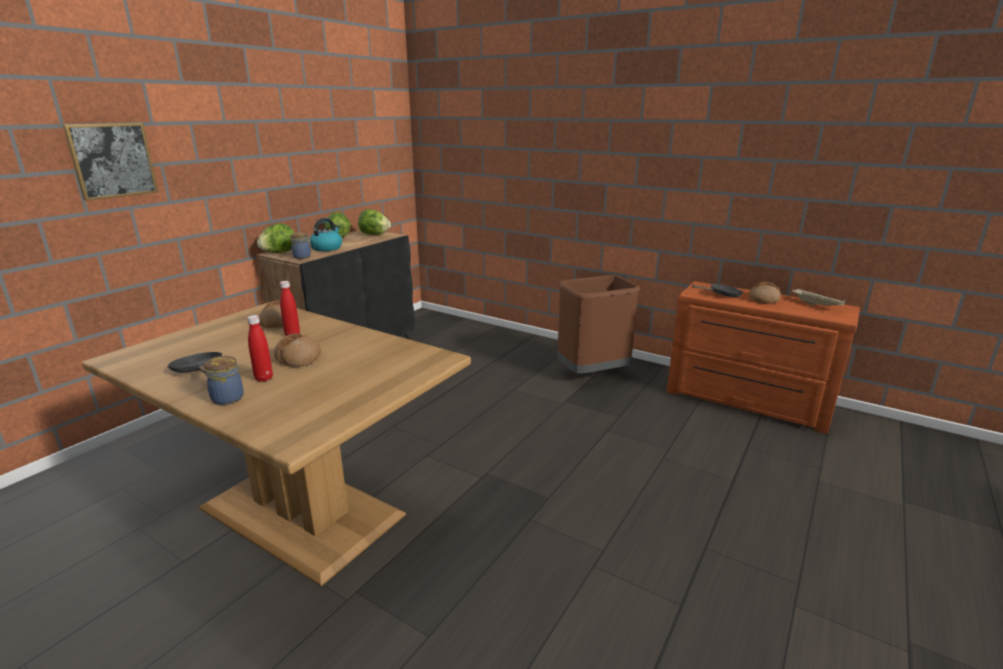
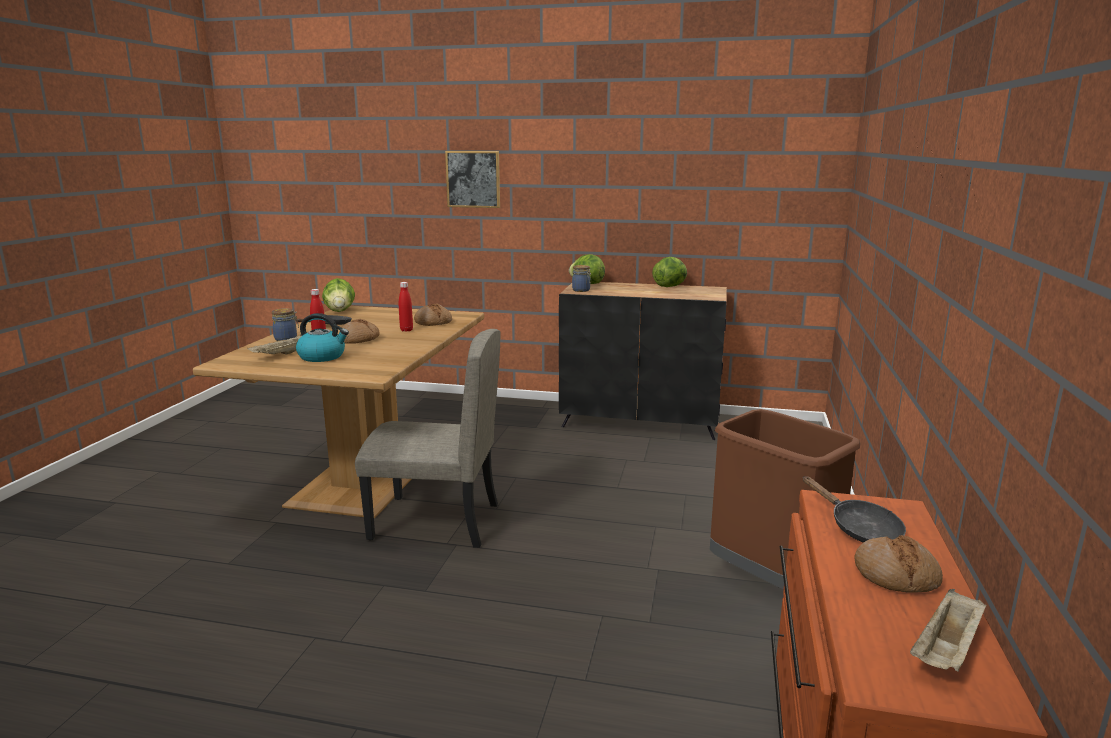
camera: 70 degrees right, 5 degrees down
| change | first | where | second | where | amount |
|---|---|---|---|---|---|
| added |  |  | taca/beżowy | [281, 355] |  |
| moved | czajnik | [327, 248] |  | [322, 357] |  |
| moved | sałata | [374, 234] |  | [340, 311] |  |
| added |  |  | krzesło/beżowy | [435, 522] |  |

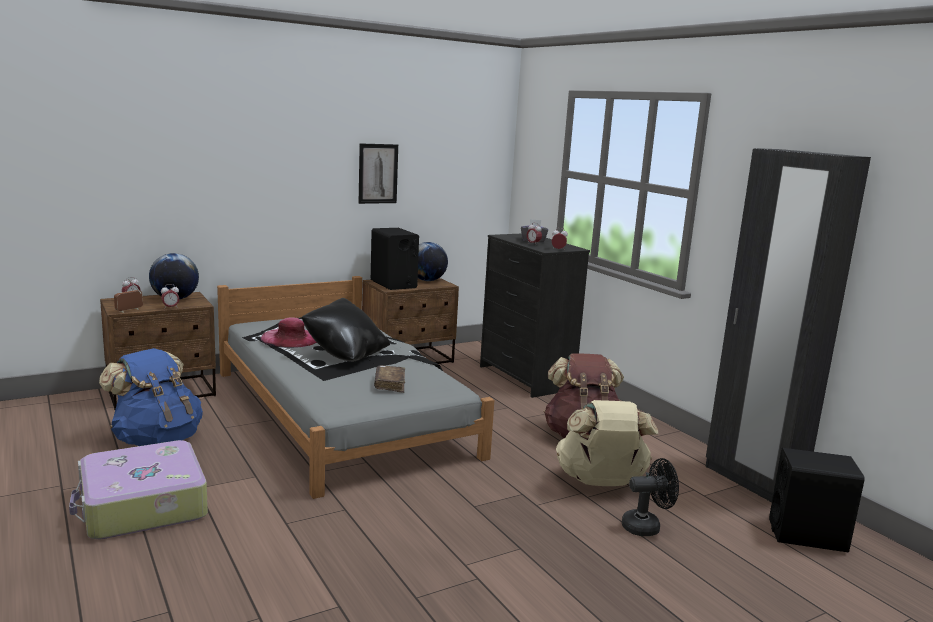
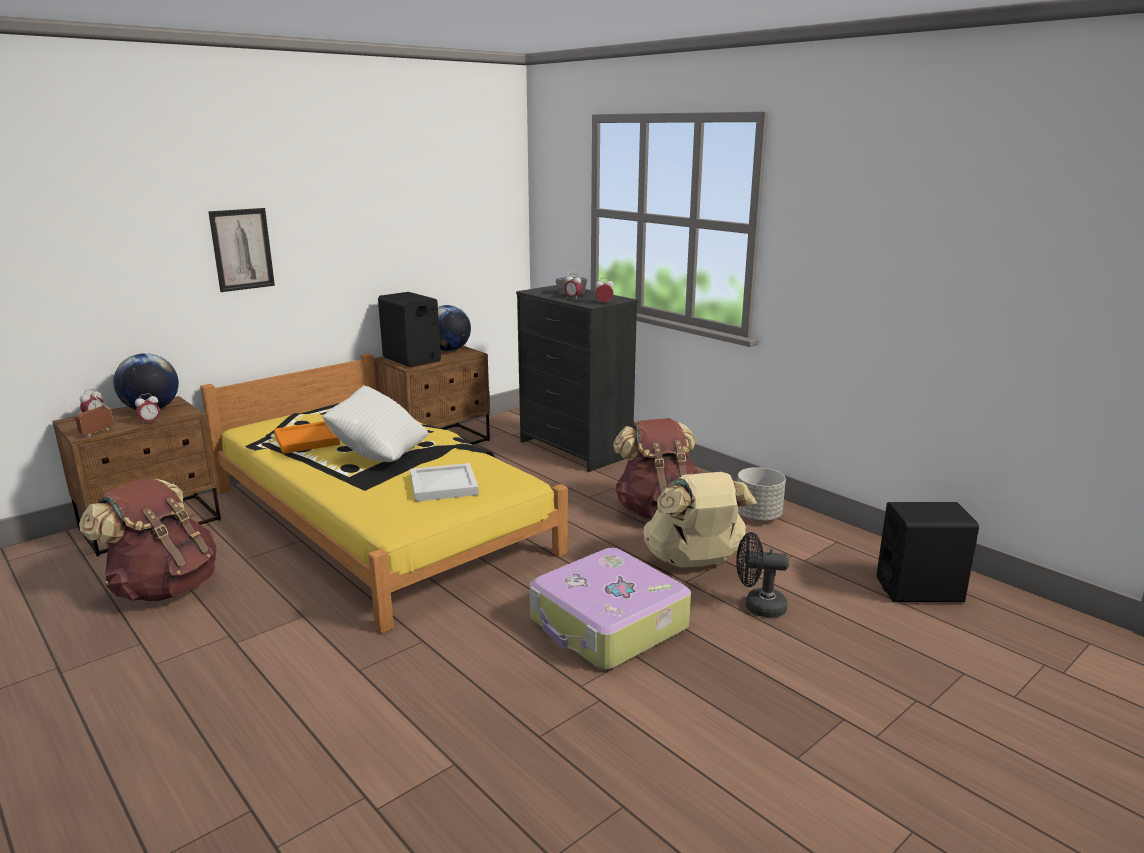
camera: 10 degrees left, 5 degrees up
| change | first | where | second | where | amount |
|---|---|---|---|---|---|
| recoloured | plecak/niebieski | [157, 440] | plecak/brązowy | [164, 588] |  |
| recoloured | łóżko/szary | [340, 412] | łóżko/żółty | [378, 519] |  |
| moved | obraz | [378, 173] |  | [242, 249] |  |
| replaced | kapelusz/różowy | [291, 338] | taca/pomarańczowy | [306, 440] |  |
| recoloured | poduszka/czarny | [345, 355] | poduszka/biały | [378, 453] |  |
| replaced | książka/brązowy | [390, 384] | taca/biały | [444, 485] |  |
| moved | walizka | [142, 505] |  | [607, 625] |  |
| turned | wentylator/czarny | [646, 526] |  | [758, 606] | 150 degrees counterclockwise |
| added |  |  | donica/szary | [758, 516] |  |
| removed | szafa/czarny | [752, 482] |  |  |  |

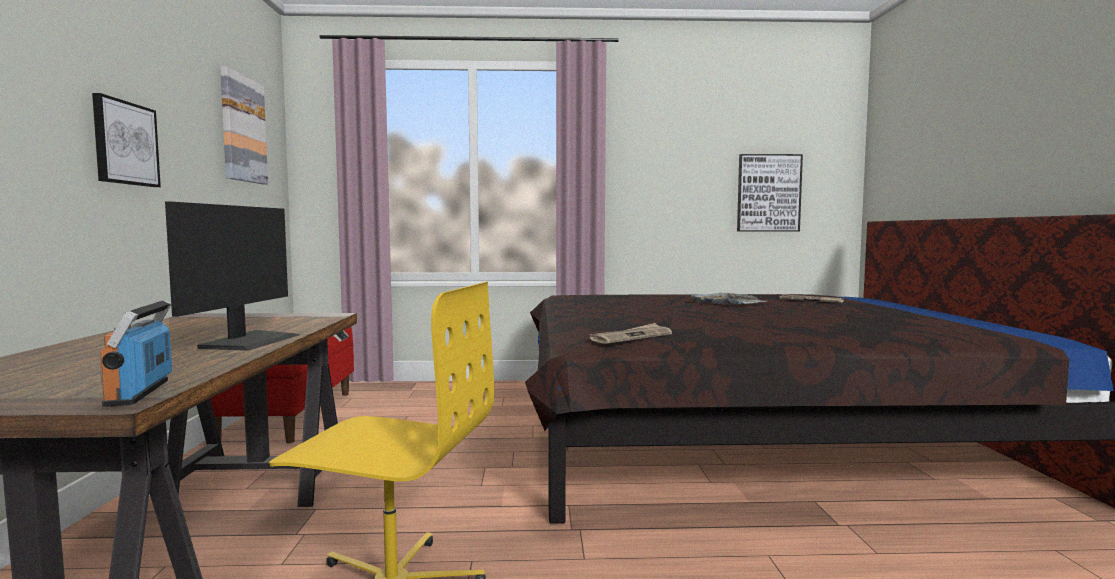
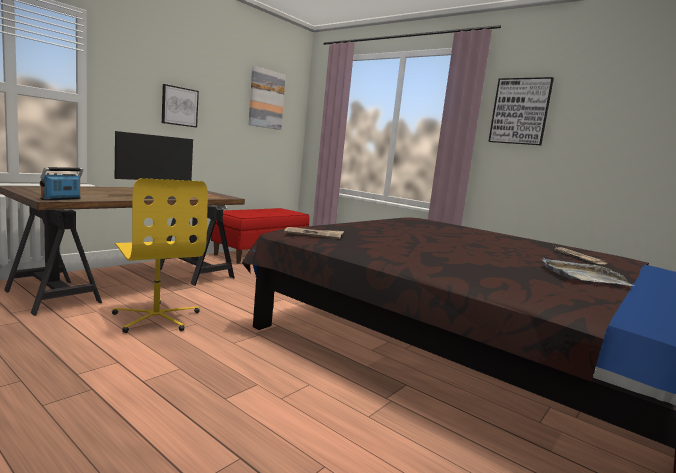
camera: 40 degrees right, 5 degrees up
| change | first | where | second | where | amount |
|---|---|---|---|---|---|
| moved | obraz | [768, 193] |  | [520, 111] |  |
| moved | taca/szary | [728, 303] |  | [583, 276] |  |

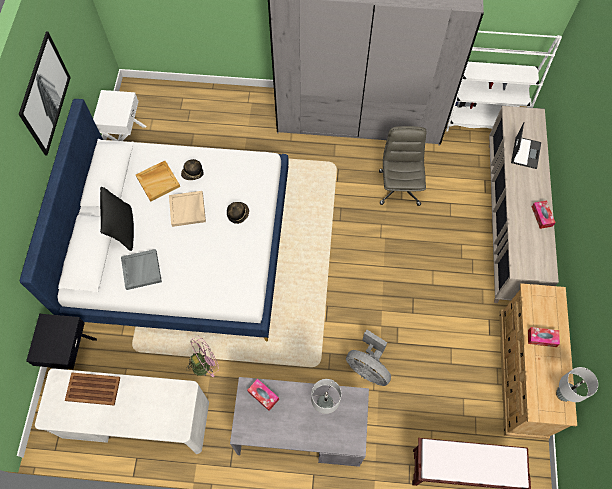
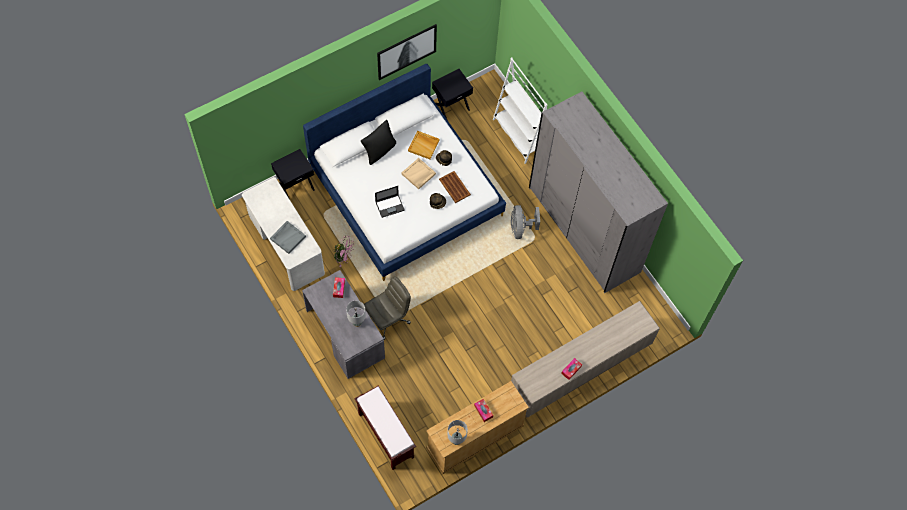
camera: 50 degrees right, 0 degrees up
| change | first | where | second | where | amount |
|---|---|---|---|---|---|
| moved | taca/szary | [141, 270] |  | [288, 237] |  |
| moved | krzesło biurowe/szary | [399, 187] |  | [388, 318] |  |
| moved | laptop | [525, 152] |  | [390, 205] |  |
| recoloured | szafka nocna/biały | [126, 139] | szafka nocna/czarny | [451, 106] |  |
| moved | taca/brązowy | [93, 389] |  | [454, 187] |  |
| moved | regał/biały | [482, 119] |  | [520, 134] |  |
| moved | wentylator/szary | [368, 367] |  | [521, 228] |  |

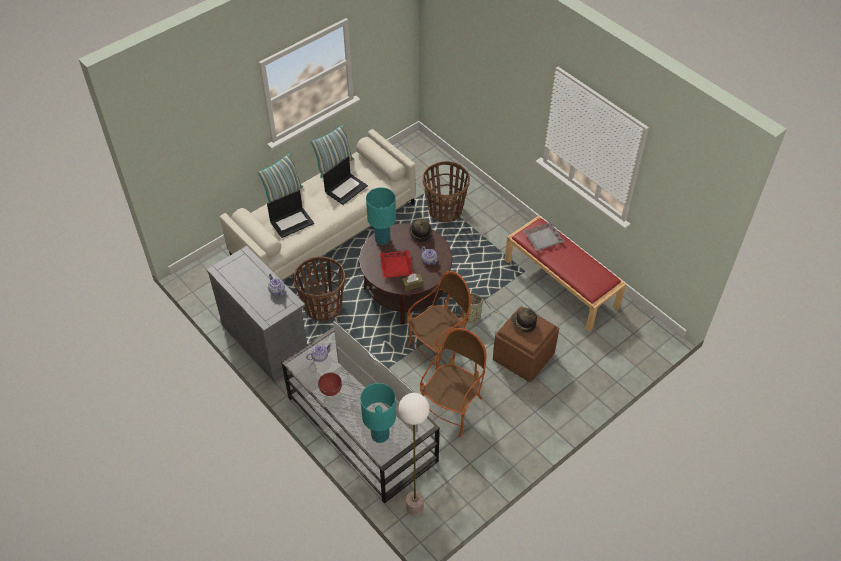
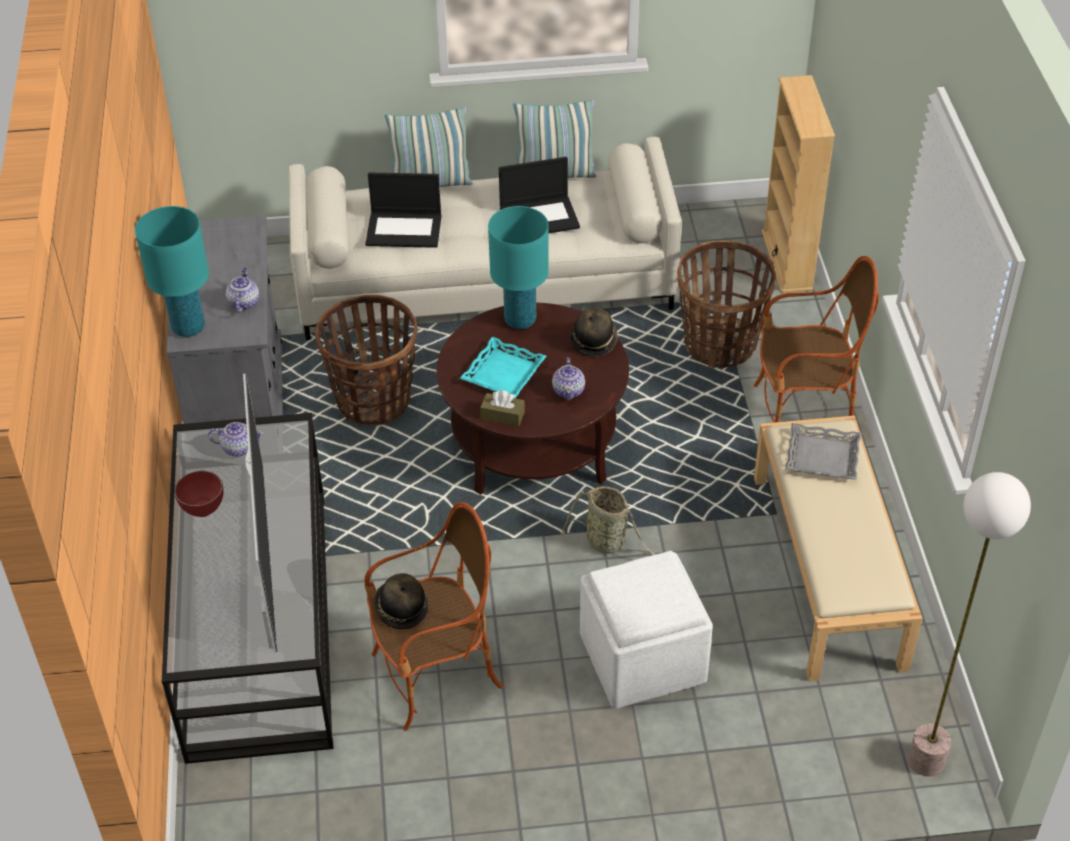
camera: 35 degrees right, 5 degrees down
| change | first | where | second | where | amount |
|---|---|---|---|---|---|
| moved | lampa stołowa/turkusowy | [380, 436] |  | [188, 327] |  |
| moved | kapelusz | [523, 324] |  | [400, 609] |  |
| recoloured | taca/czerwony | [396, 266] | taca/turkusowy | [504, 373] |  |
| recoloured | pufa/brązowy | [523, 357] | pufa/biały | [642, 659] |  |
| moved | fotel | [438, 350] |  | [803, 414] |  |
| recoloured | ławka/czerwony | [562, 284] | ławka/beżowy | [829, 571] |  |
| added |  |  | regał/beżowy | [787, 260] |  |
| moved | lampa stojąca | [414, 508] |  | [926, 761] |  |

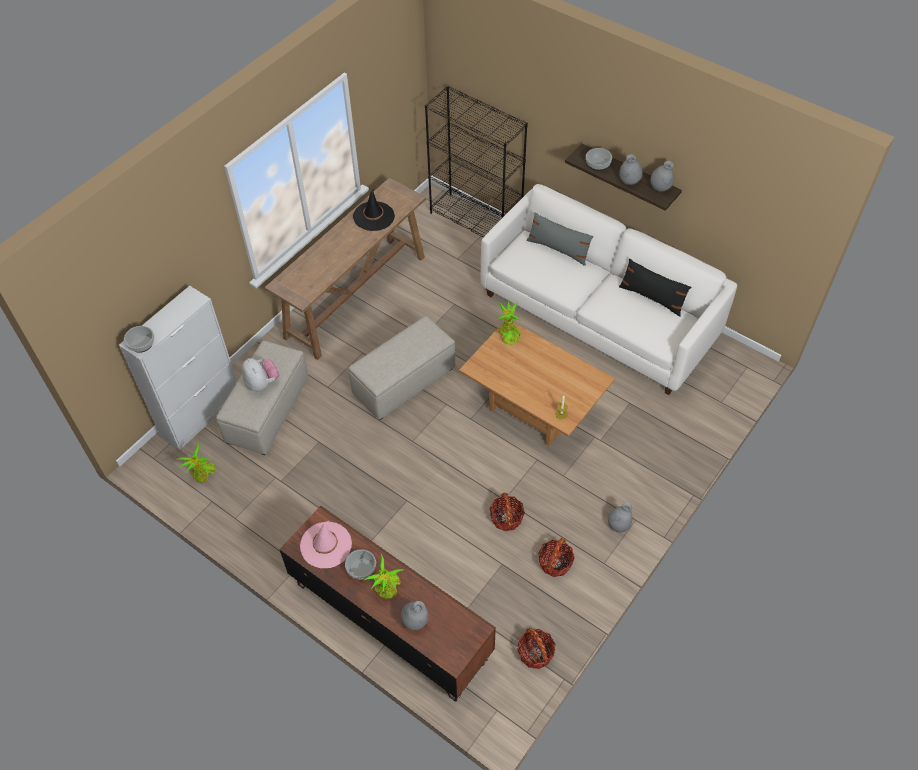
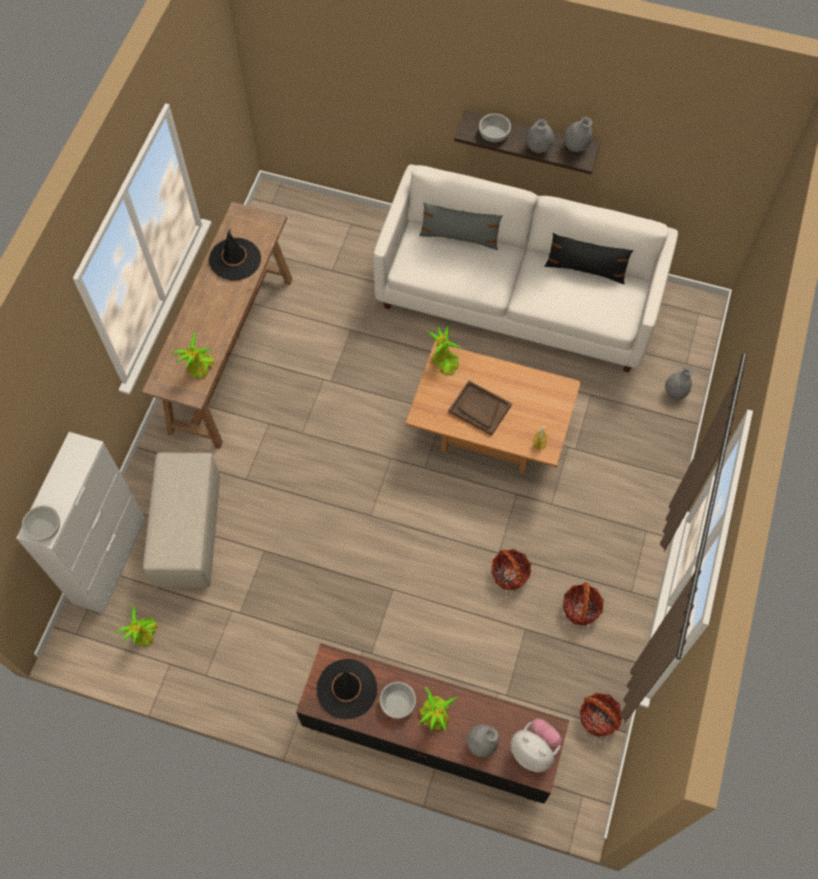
camera: 20 degrees left, 10 degrees up
| change | first | where | second | where | amount |
|---|---|---|---|---|---|
| added |  |  | roślina doniczkowa | [199, 368] |  |
| recoloured | kapelusz/różowy | [326, 545] | kapelusz/czarny | [347, 689] |  |
| added |  |  | taca/brązowy | [479, 408] |  |
| moved | pluszak | [262, 383] |  | [534, 750] |  |
| moved | wazon/szary | [618, 525] |  | [675, 392] |  |
| removed | pufa/beżowy | [405, 381] |  |  |  |
| removed | regał/czarny | [476, 222] |  |  |  |

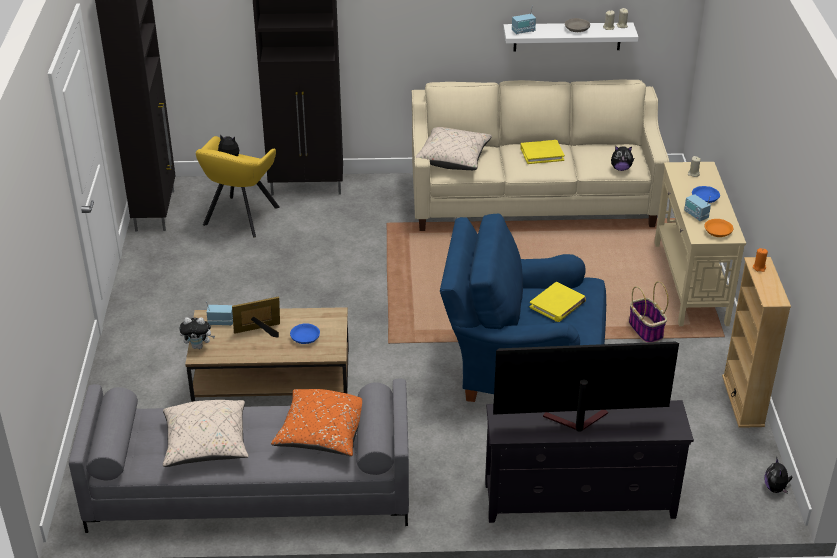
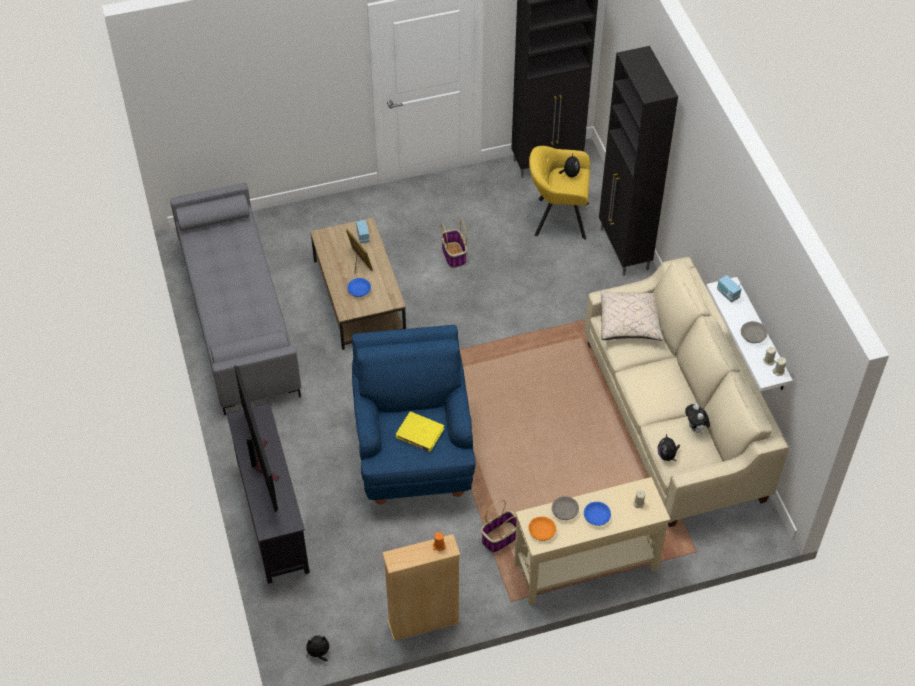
camera: 75 degrees right, 15 degrees up
| change | first | where | second | where | amount |
|---|---|---|---|---|---|
| added |  |  | koszyk | [454, 255] |  |
| replaced | radio | [695, 215] | miska/szary | [564, 511] |  |
| moved | pluszak | [198, 346] |  | [695, 428] |  |
| removed | poduszka/beżowy | [206, 445] |  |  |  |
| removed | poduszka/pomarańczowy | [322, 434] |  |  |  |
| removed | książka/żółty | [542, 154] |  |  |  |

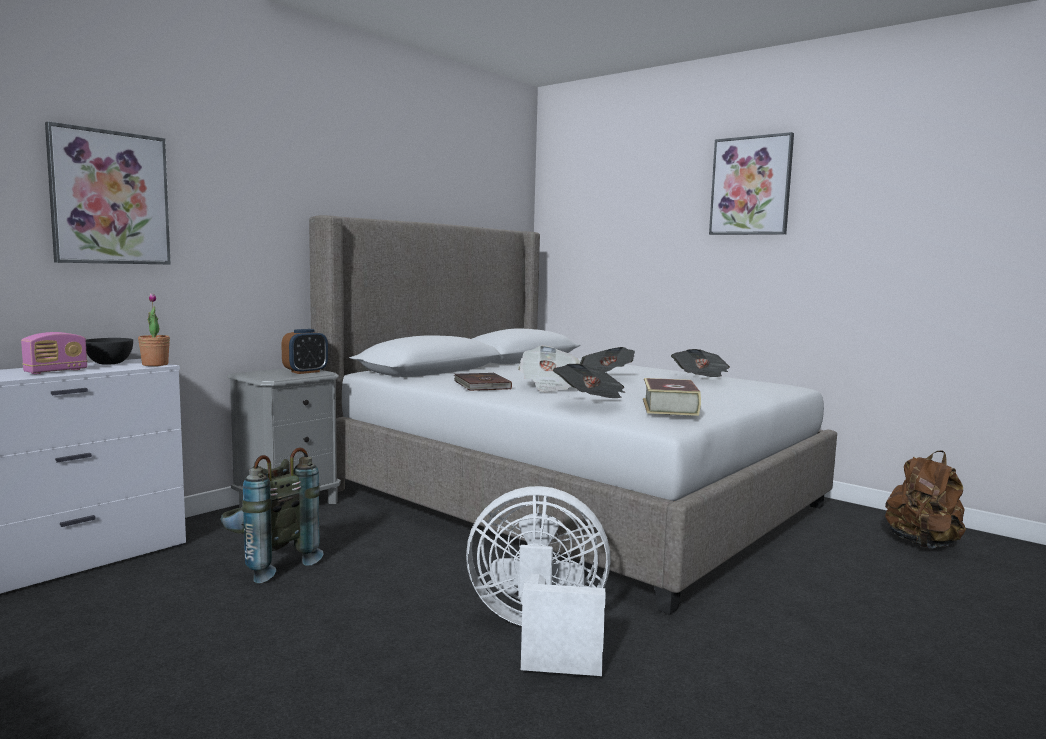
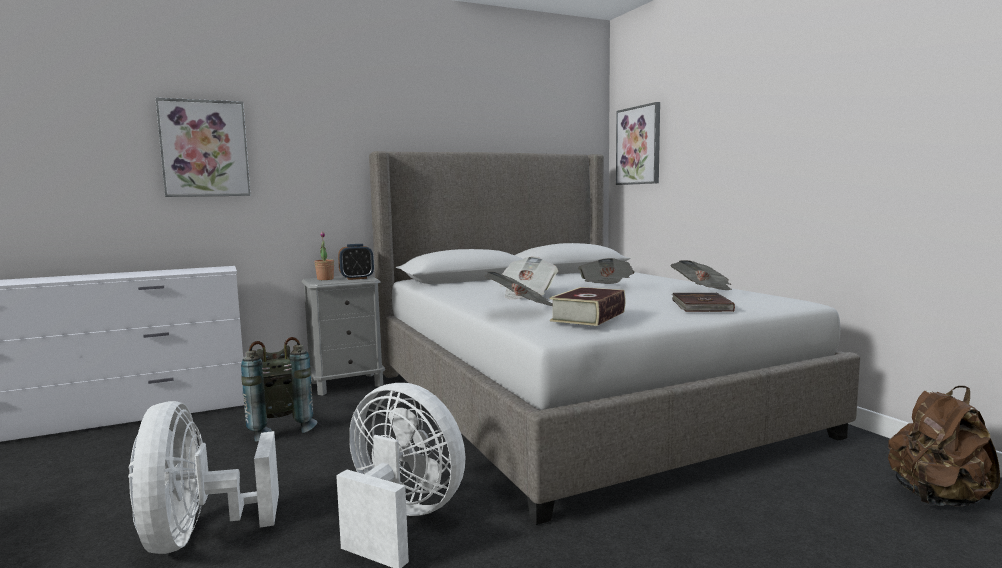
camera: 25 degrees right, 0 degrees up
| change | first | where | second | where | amount |
|---|---|---|---|---|---|
| added |  |  | wentylator/biały | [198, 536] |  |
| moved | roślina doniczkowa | [155, 364] |  | [325, 279] |  |
| moved | obraz | [751, 186] |  | [638, 145] |  |
| moved | książka/brązowy | [481, 385] |  | [700, 306] |  |
| removed | radio | [56, 371] |  |  |  |
| removed | miska/szary | [109, 363] |  |  |  |

